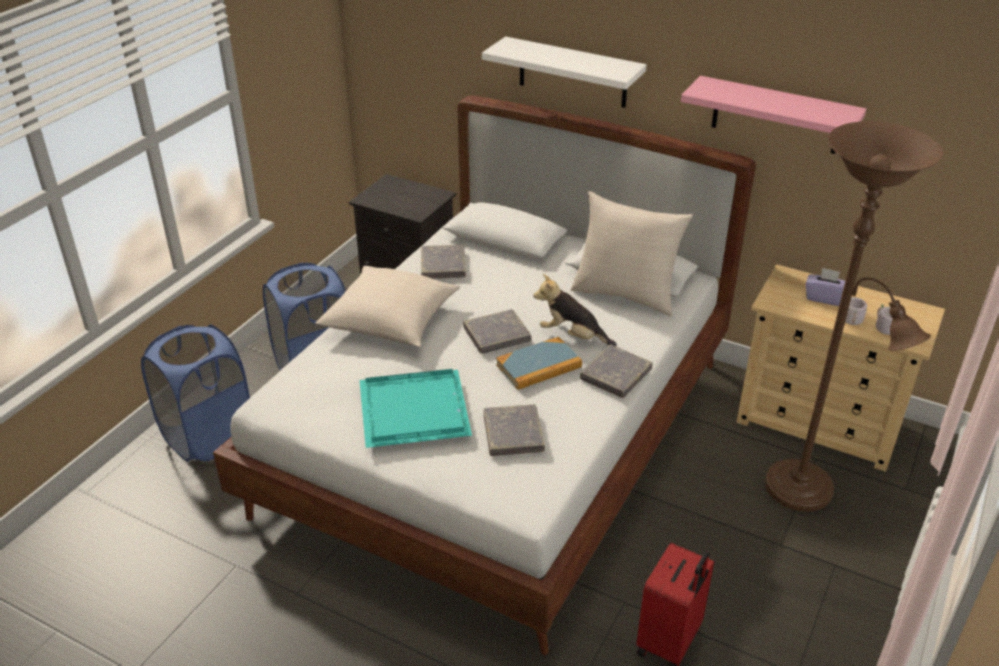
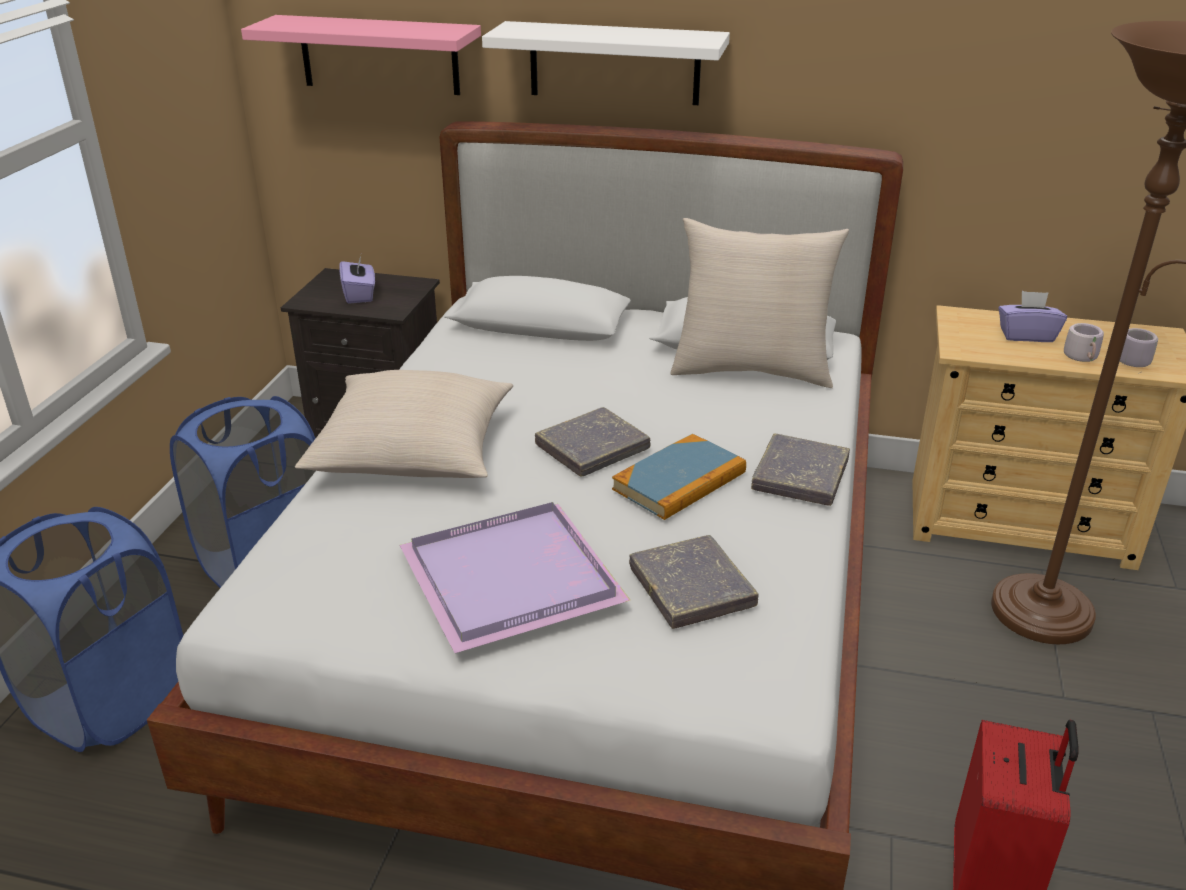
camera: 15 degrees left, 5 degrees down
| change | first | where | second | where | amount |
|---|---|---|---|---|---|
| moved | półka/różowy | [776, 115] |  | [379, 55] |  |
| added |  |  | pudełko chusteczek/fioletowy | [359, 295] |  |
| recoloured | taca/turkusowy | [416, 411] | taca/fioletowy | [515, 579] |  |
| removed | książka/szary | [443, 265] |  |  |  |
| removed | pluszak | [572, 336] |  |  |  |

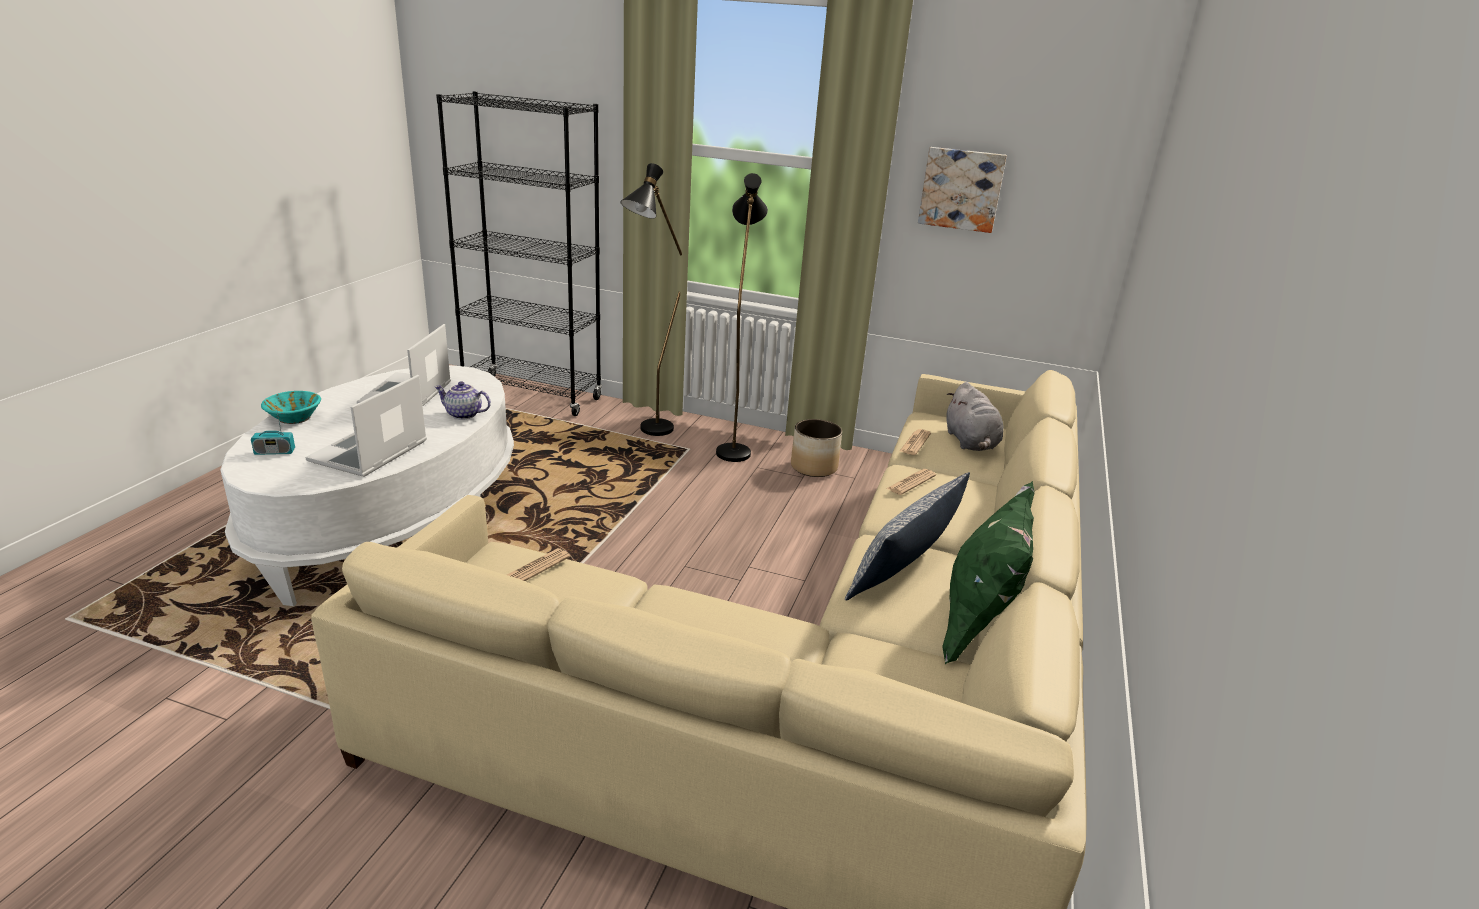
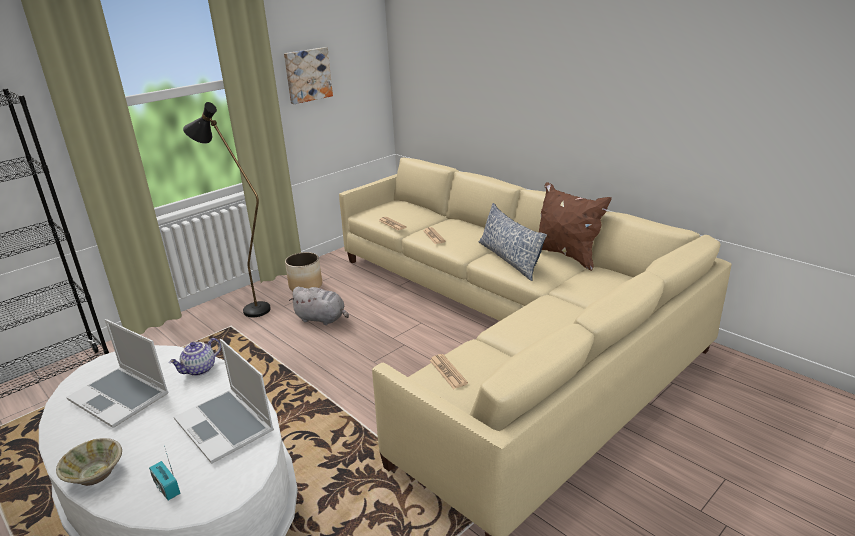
camera: 60 degrees left, 0 degrees up
| change | first | where | second | where | amount |
|---|---|---|---|---|---|
| recoloured | miska/turkusowy | [294, 418] | miska/beżowy | [95, 474] |  |
| turned | radio | [274, 452] |  | [167, 488] | 120 degrees clockwise |
| moved | pluszak/szary | [971, 443] |  | [322, 319] |  |
| recoloured | poduszka/zielony | [977, 625] | poduszka/brązowy | [566, 256] |  |
| removed | lampa stojąca/czarny | [650, 433] |  |  |  |

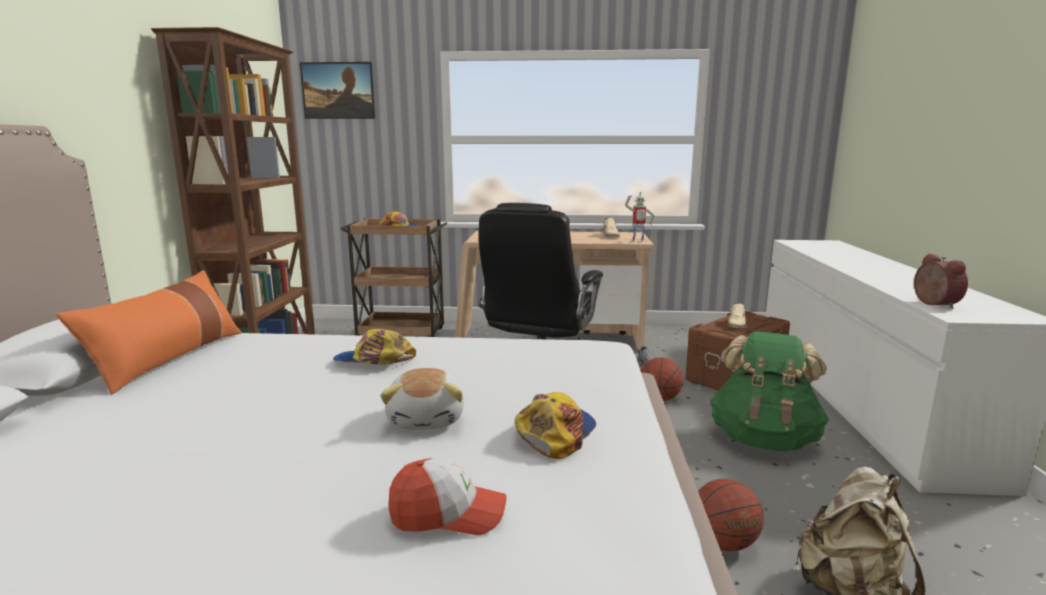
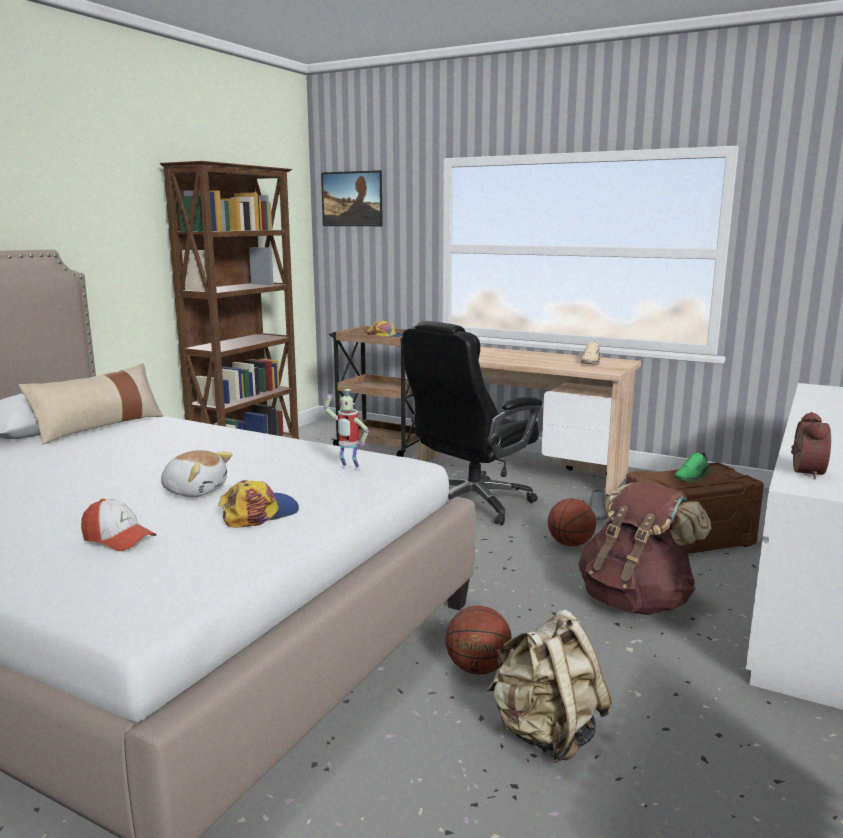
camera: 25 degrees right, 0 degrees up
| change | first | where | second | where | amount |
|---|---|---|---|---|---|
| recoloured | poduszka/pomarańczowy | [169, 358] | poduszka/beżowy | [99, 427] |  |
| turned | pluszak | [427, 419] |  | [195, 490] | 90 degrees counterclockwise |
| moved | robot zabawkowy | [637, 242] |  | [349, 469] |  |
| recoloured | plecak/zielony | [763, 439] | plecak/brązowy | [635, 601] |  |
| recoloured | but/beżowy | [737, 324] | but/zielony | [693, 477] |  |
| removed | czapka z daszkiem | [374, 361] |  |  |  |

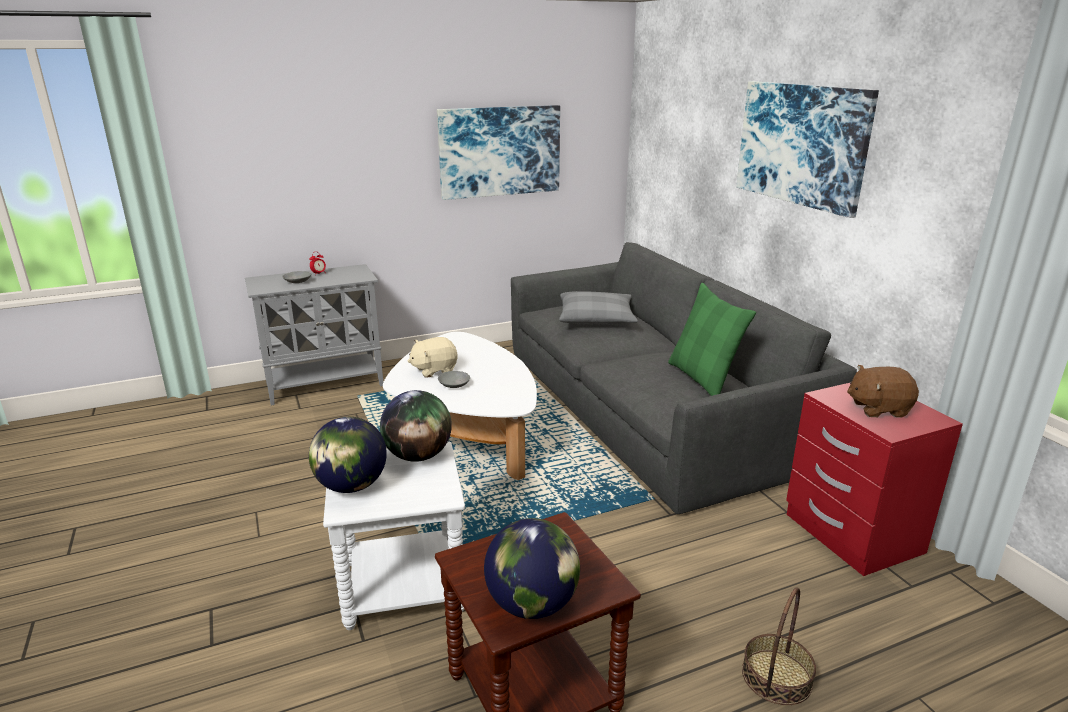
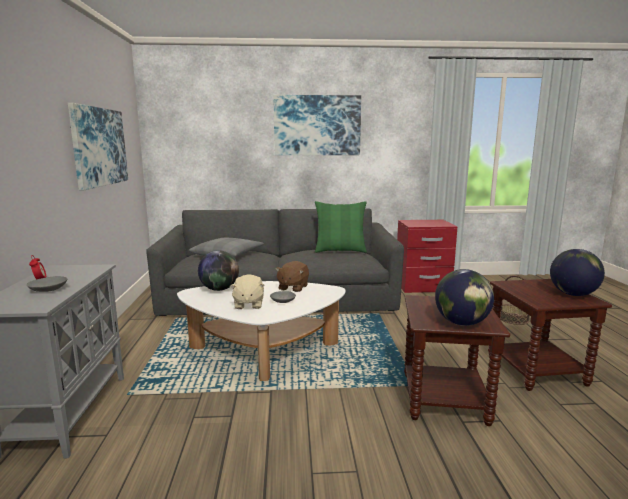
camera: 70 degrees left, 10 degrees down
| change | first | where | second | where | amount |
|---|---|---|---|---|---|
| moved | globus | [418, 456] |  | [219, 289] |  |
| moved | pluszak/brązowy | [878, 408] |  | [293, 287] |  |
| recoloured | stolik/biały | [403, 585] | stolik/brązowy | [443, 399] |  |

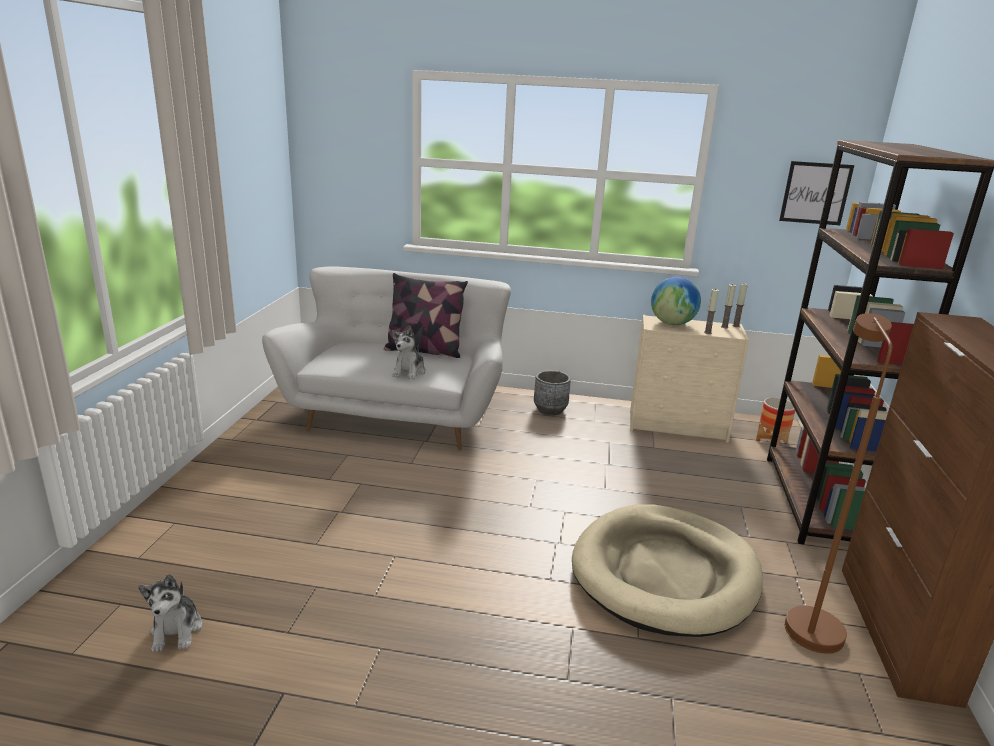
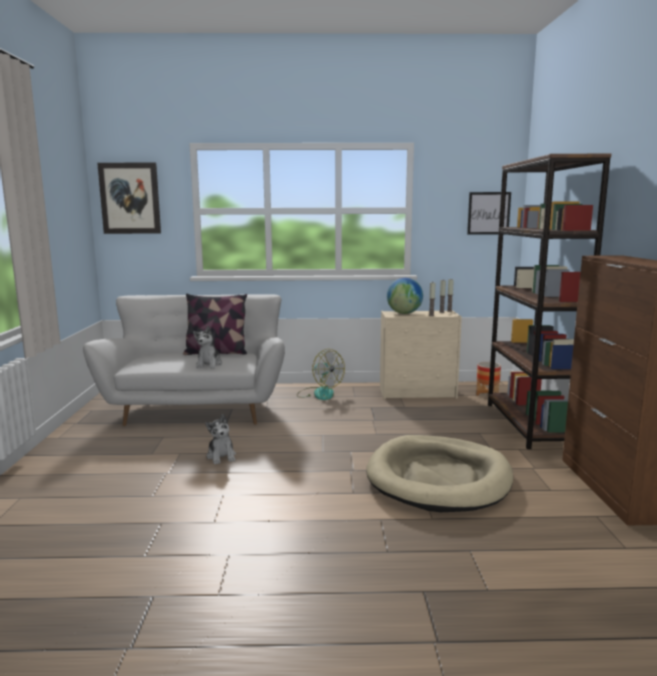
camera: 10 degrees left, 10 degrees down
| change | first | where | second | where | amount |
|---|---|---|---|---|---|
| added |  |  | obraz | [130, 198] |  |
| moved | pluszak | [177, 630] |  | [221, 456] |  |
| replaced | donica/szary | [550, 410] | wentylator | [319, 393] |  |
| removed | lampa stojąca/brązowy | [809, 620] |  |  |  |

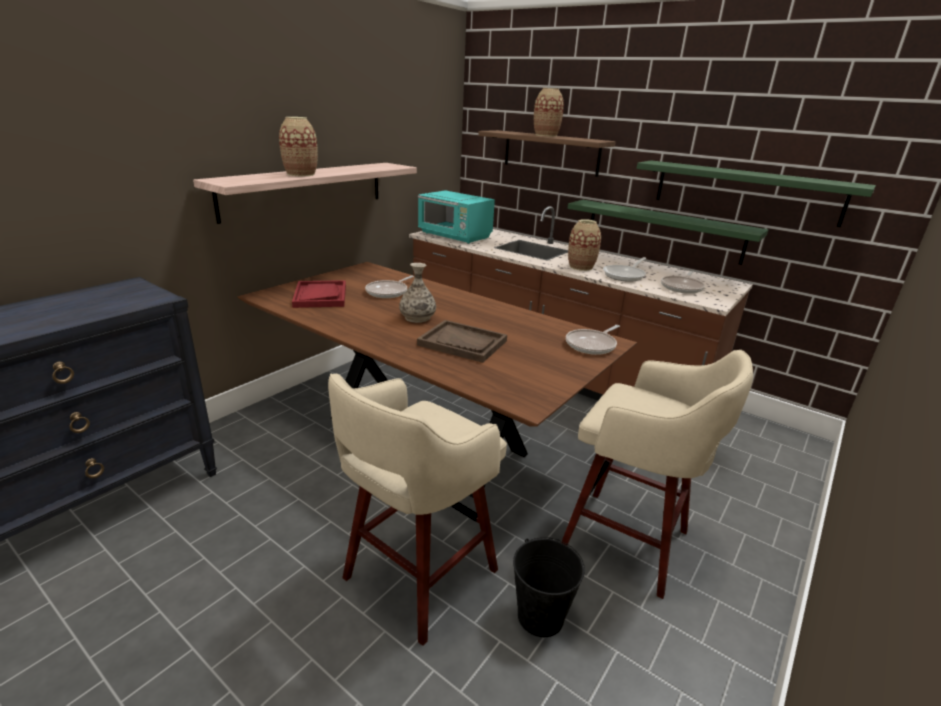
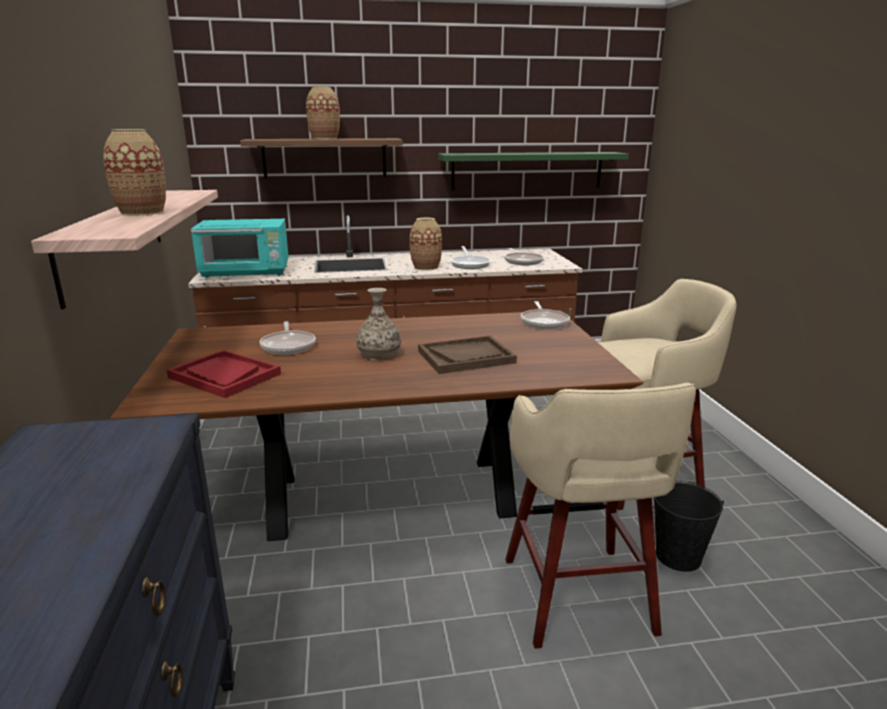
camera: 45 degrees left, 5 degrees down
| change | first | where | second | where | amount |
|---|---|---|---|---|---|
| removed | półka/zielony | [663, 231] |  |  |  |

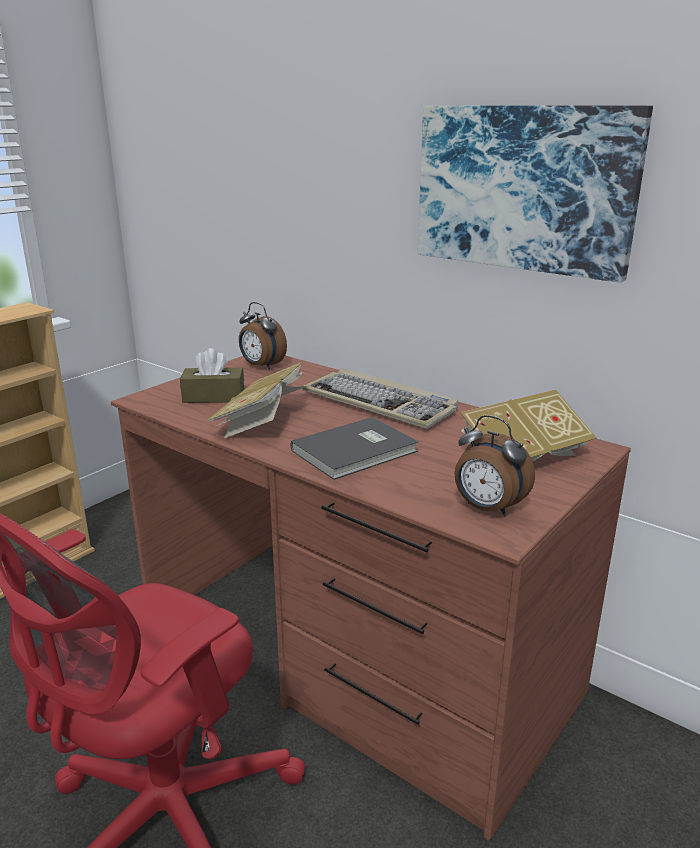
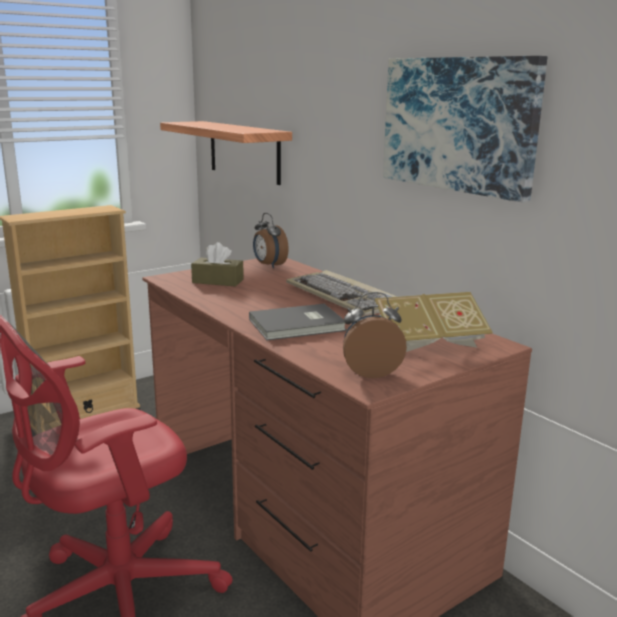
camera: 15 degrees right, 5 degrees down
| change | first | where | second | where | amount |
|---|---|---|---|---|---|
| added |  |  | półka | [244, 151] |  |
| turned | budzik | [487, 509] |  | [370, 372] | 120 degrees clockwise |
| removed | książka | [262, 422] |  |  |  |

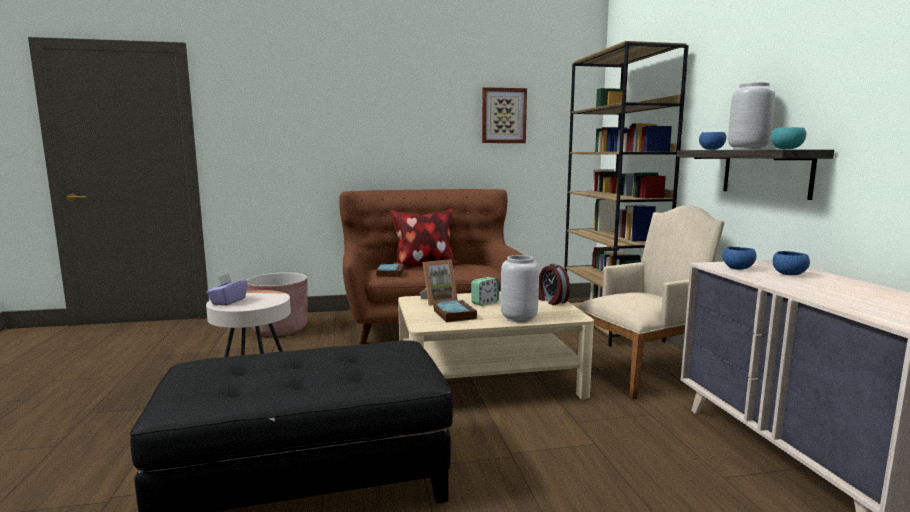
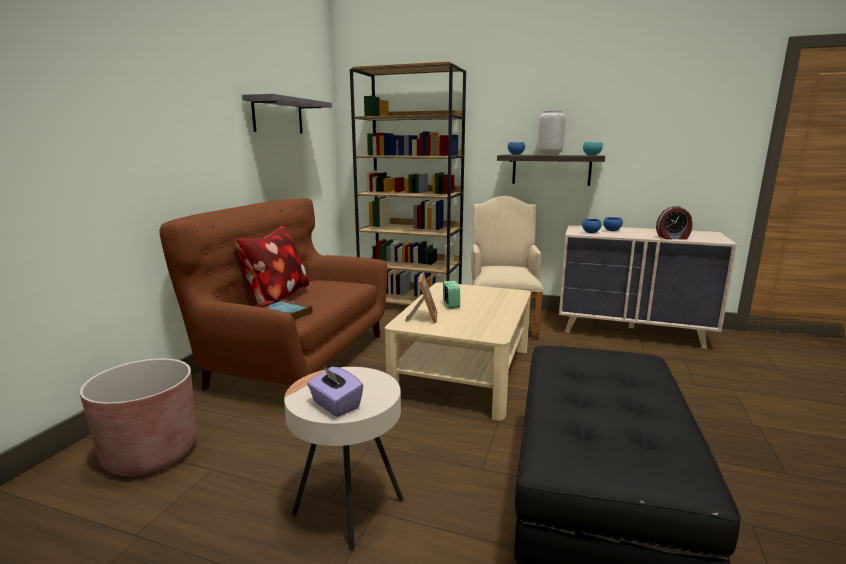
camera: 60 degrees left, 5 degrees up
| change | first | where | second | where | amount |
|---|---|---|---|---|---|
| replaced | obraz | [503, 116] | półka/szary | [278, 116] |  |
| moved | budzik | [551, 301] |  | [672, 238] |  |
| removed | książka | [453, 314] |  |  |  |
| removed | wazon/szary | [519, 318] |  |  |  |

